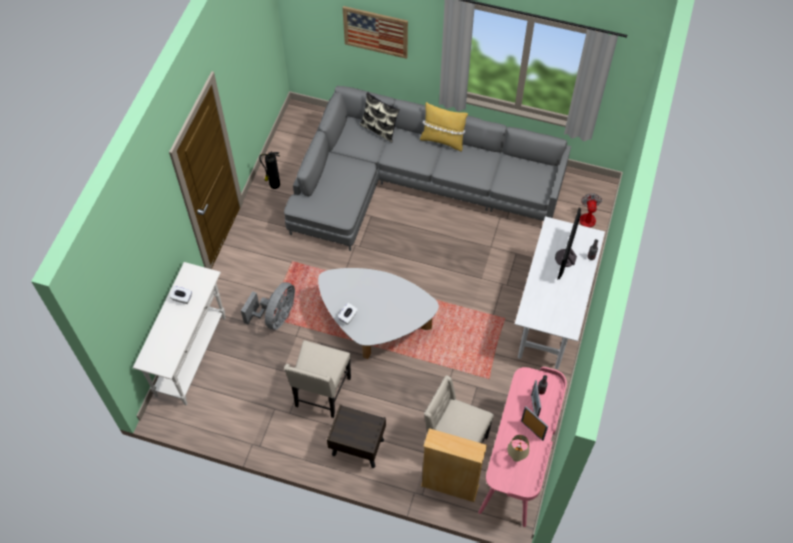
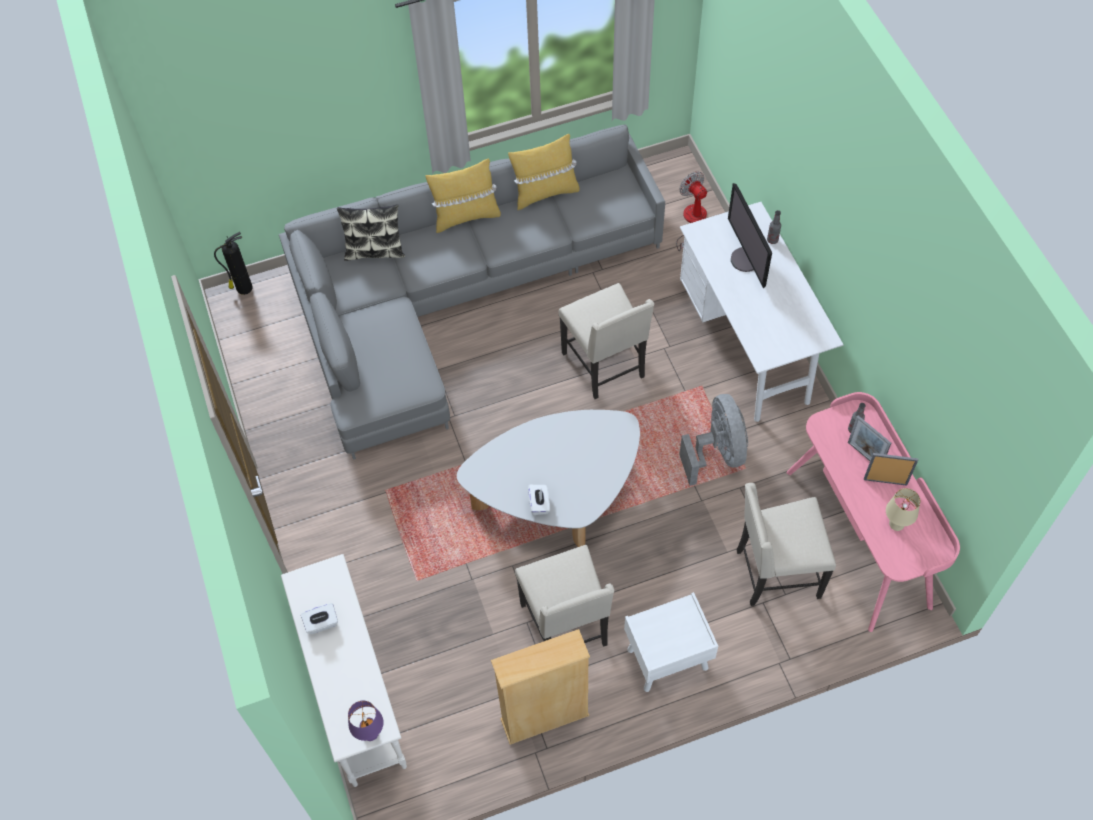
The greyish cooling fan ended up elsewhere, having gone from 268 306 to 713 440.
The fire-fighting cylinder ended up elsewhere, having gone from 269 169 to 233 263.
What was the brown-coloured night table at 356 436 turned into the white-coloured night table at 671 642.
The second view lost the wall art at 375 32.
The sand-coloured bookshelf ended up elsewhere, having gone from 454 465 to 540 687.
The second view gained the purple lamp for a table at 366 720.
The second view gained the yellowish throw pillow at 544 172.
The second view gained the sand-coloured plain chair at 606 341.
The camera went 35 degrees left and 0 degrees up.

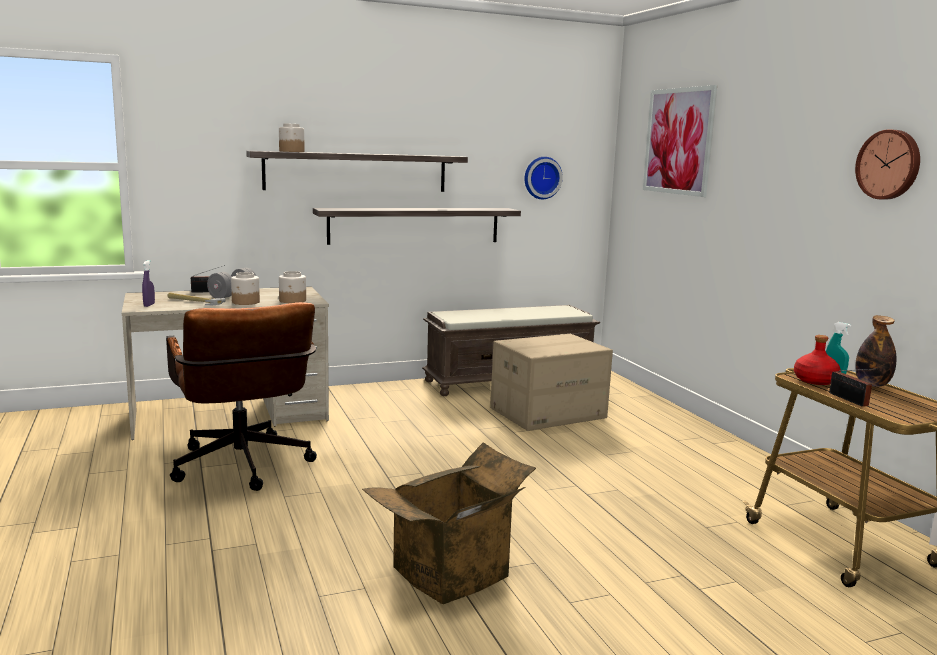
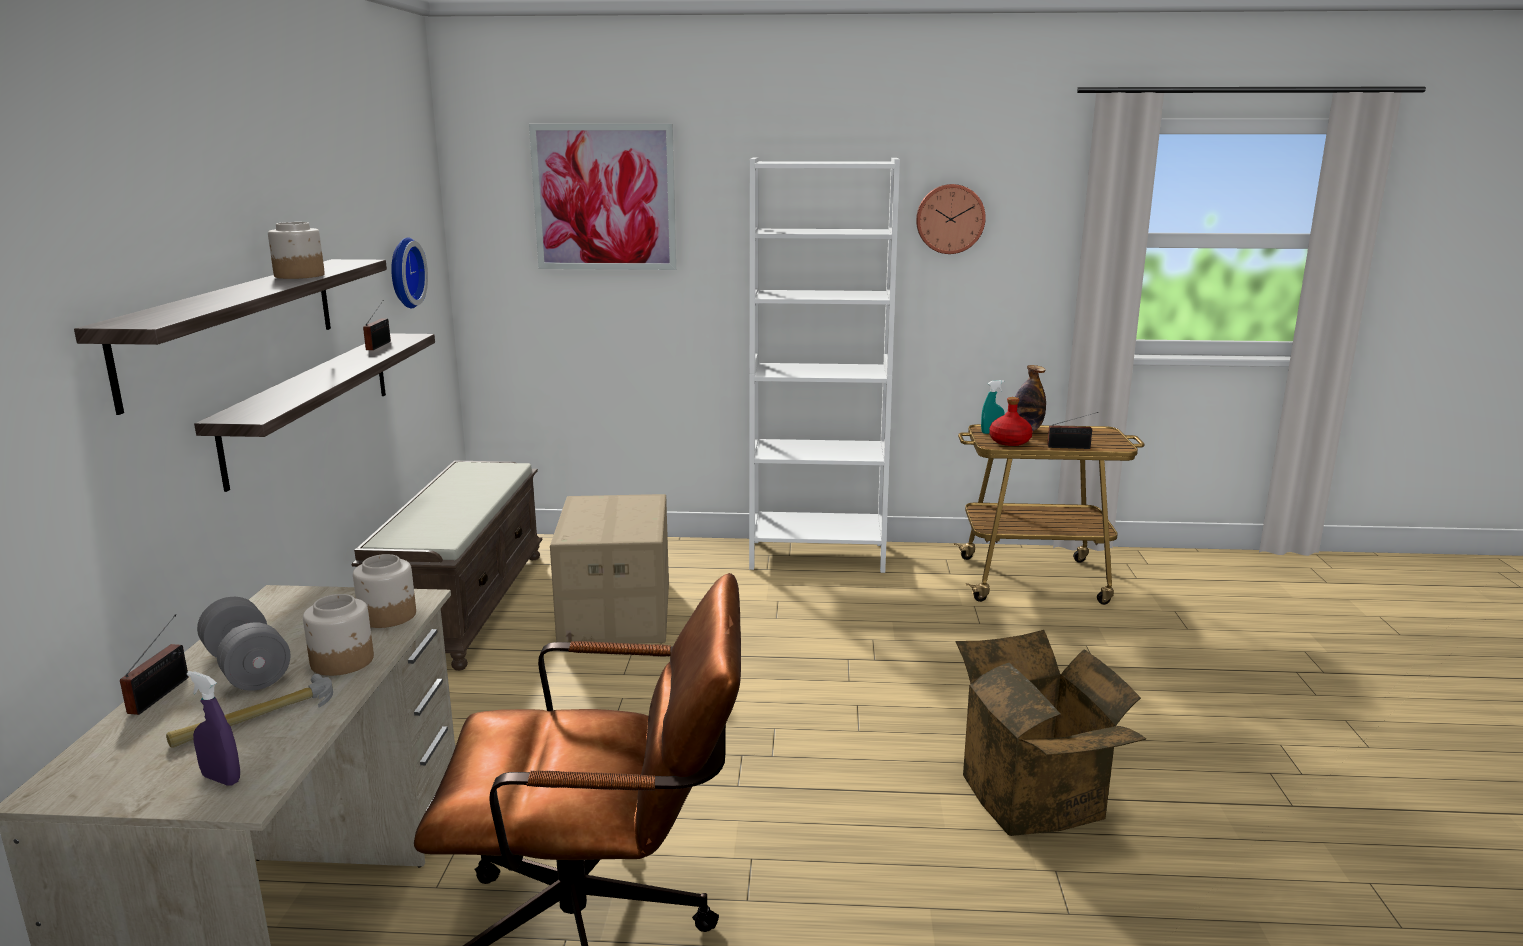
The jar ended up elsewhere, having gone from 292 137 to 296 250.
The second view gained the radio set at 377 325.
The second view gained the white-coloured bookshelf at 824 365.
The camera went 65 degrees left and 5 degrees up.

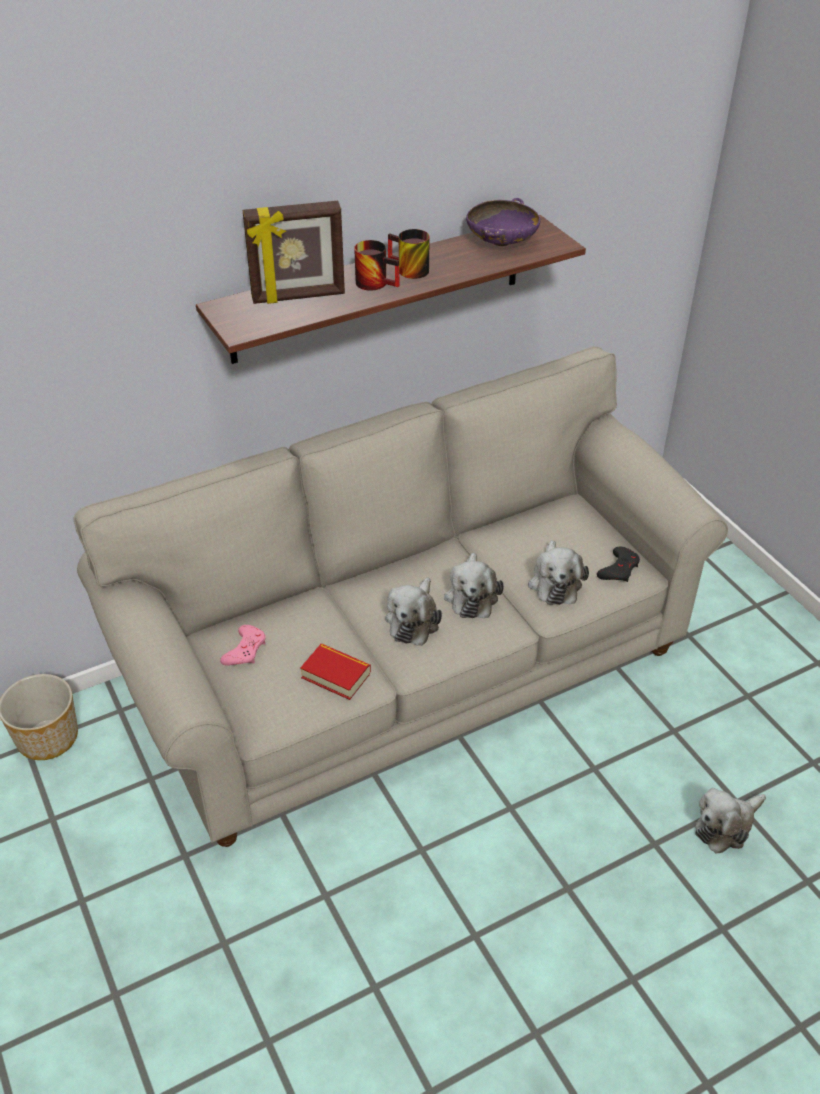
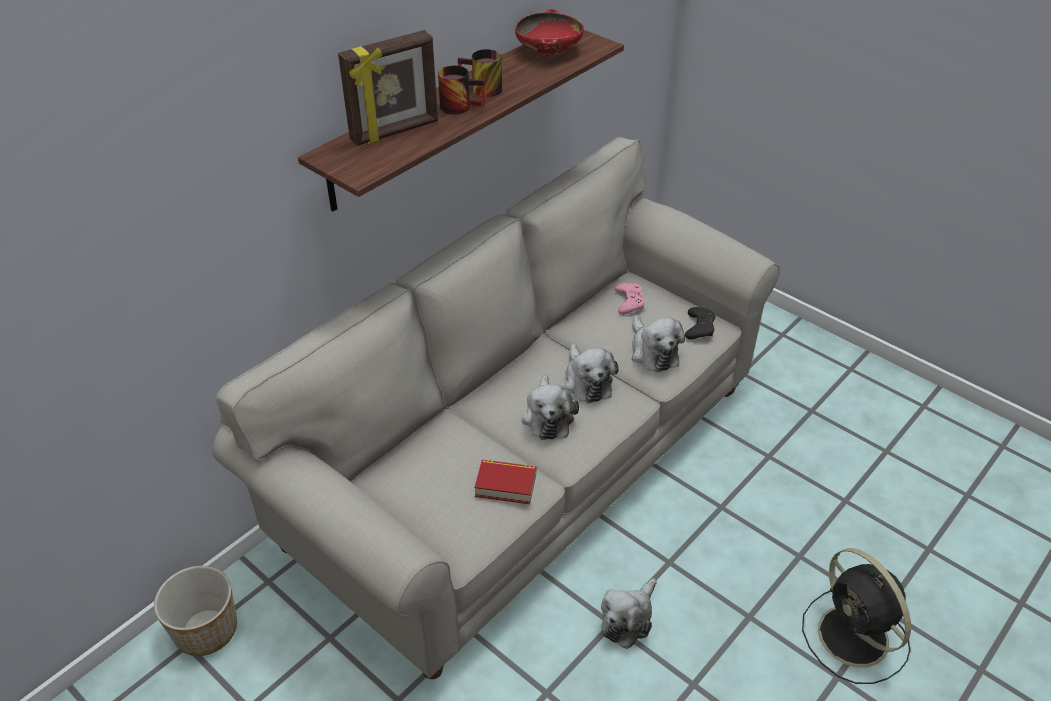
The pink gamepad ended up elsewhere, having gone from 243 645 to 630 299.
What was the purple bowl at 503 222 turned into the red-coloured bowl at 549 32.
The plush toy ended up elsewhere, having gone from 730 821 to 629 614.
The second view gained the black cooling fan at 856 616.
The camera went 20 degrees left and 0 degrees up.

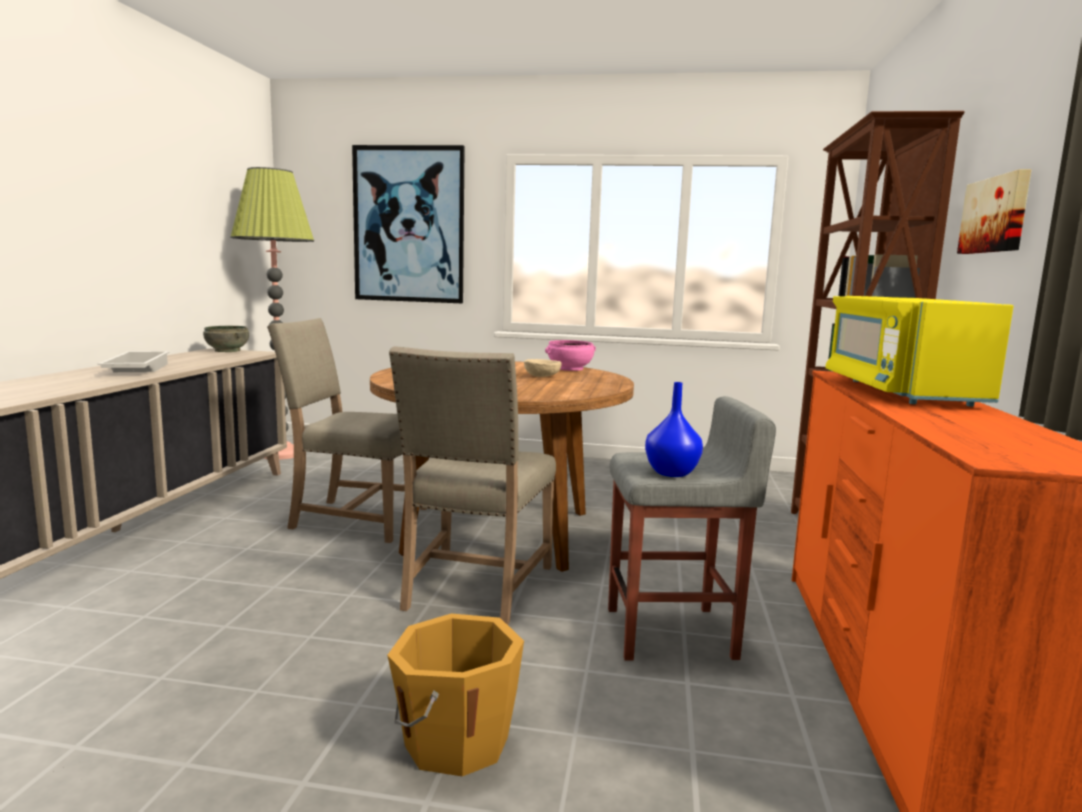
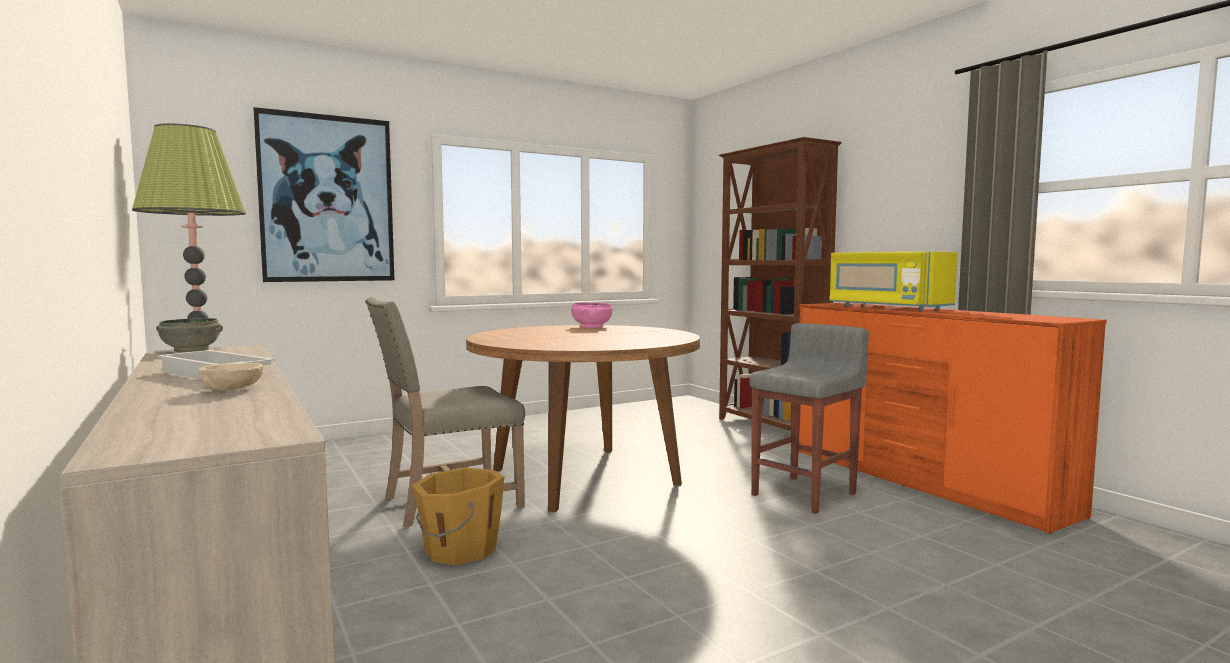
The orange-coloured pail ended up elsewhere, having gone from 455 694 to 458 516.
The second view lost the sand-coloured plain chair at 472 485.
The sand-coloured bowl ended up elsewhere, having gone from 543 368 to 230 377.
The second view lost the bluish vase at 674 429.
The second view lost the wall art at 994 211.
The camera went 40 degrees left and 5 degrees down.

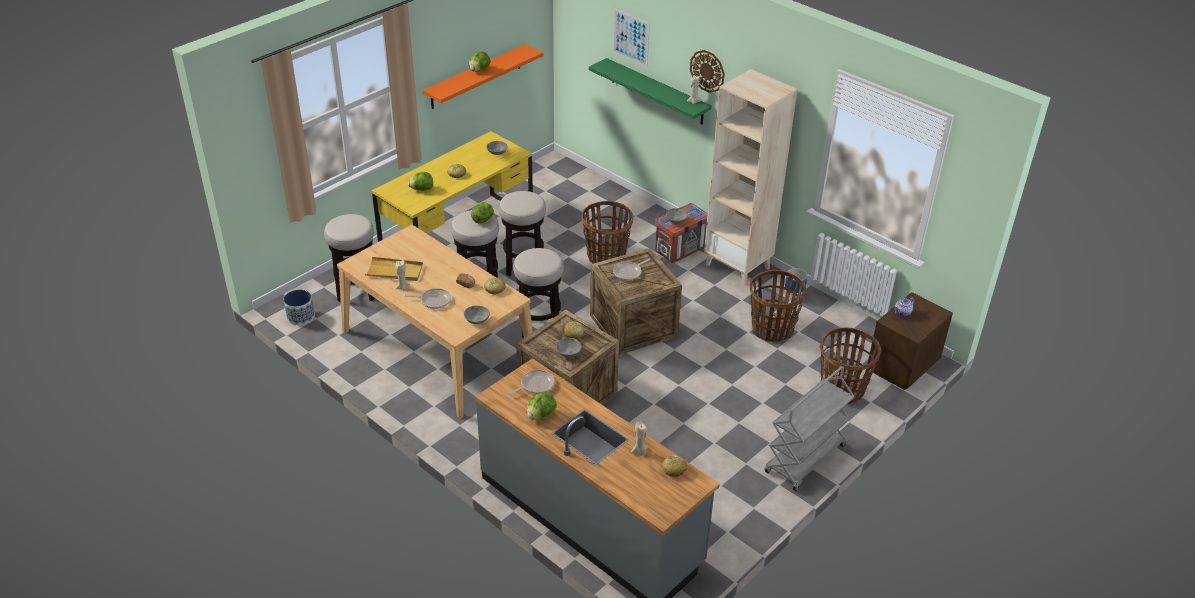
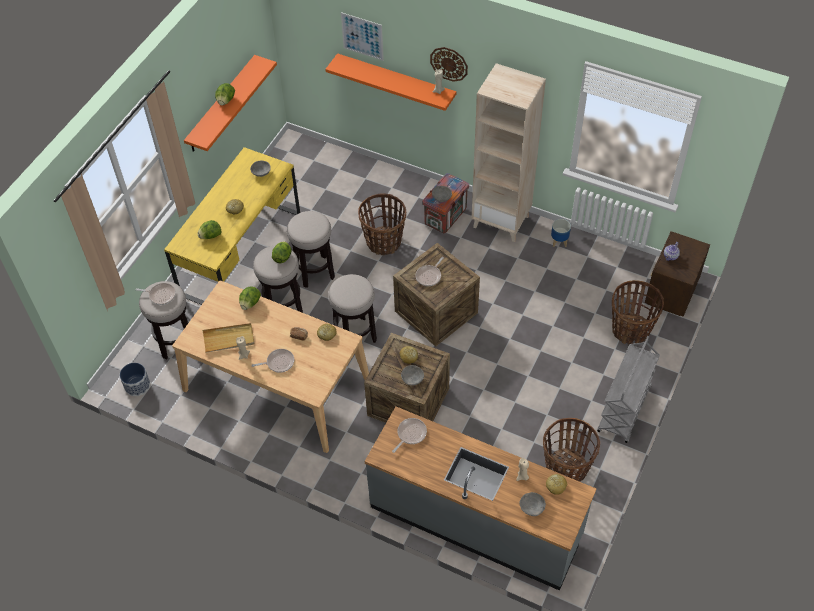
The greyish bowl ended up elsewhere, having gone from 477 314 to 533 504.
The lettuce head ended up elsewhere, having gone from 542 406 to 250 298.
What was the green-coloured shelf at 650 91 turned into the orange-coloured shelf at 390 82.
The basket ended up elsewhere, having gone from 778 306 to 571 450.
The second view gained the pan at 155 294.
The camera went 15 degrees left and 15 degrees up.

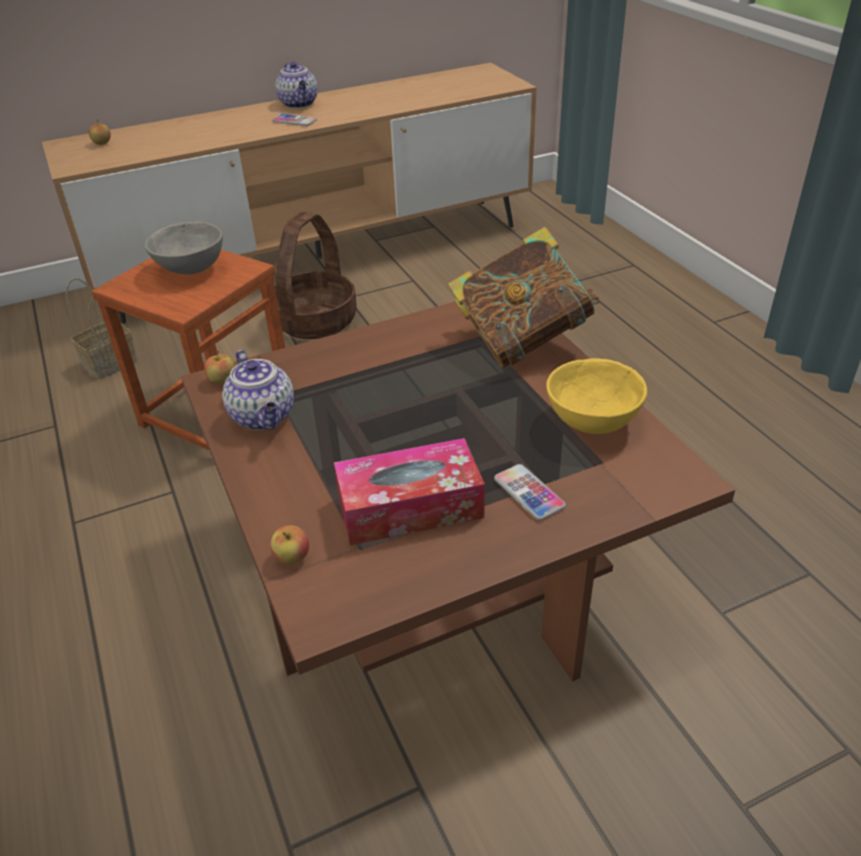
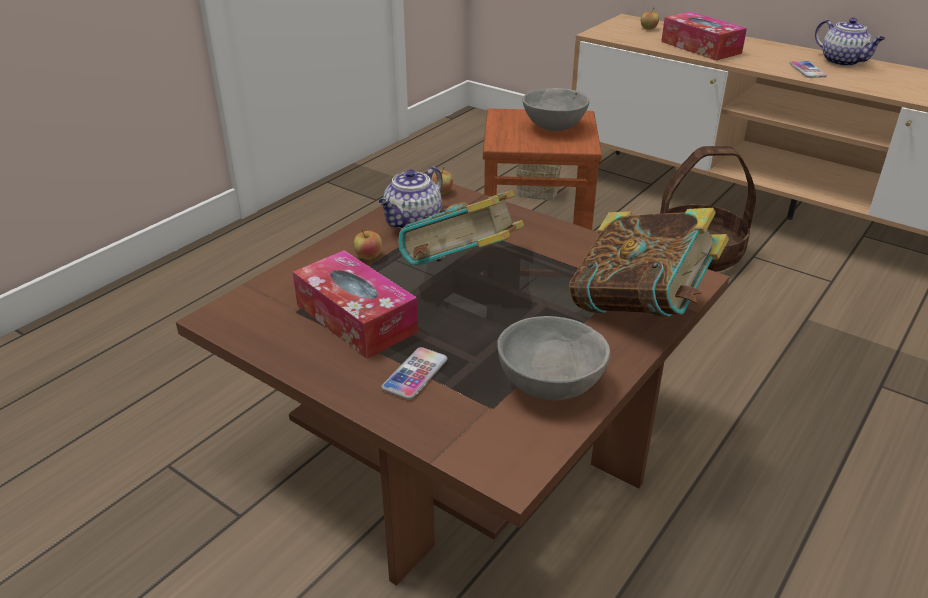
The apple ended up elsewhere, having gone from 289 545 to 368 244.
The teapot at 296 85 ended up facing another way, 75 degrees counterclockwise from before.
What was the yellowish bowl at 596 396 turned into the greyish bowl at 554 358.
The second view gained the bound book at 461 227.
The second view gained the box of tissues at 704 36.
The camera went 60 degrees right and 5 degrees down.

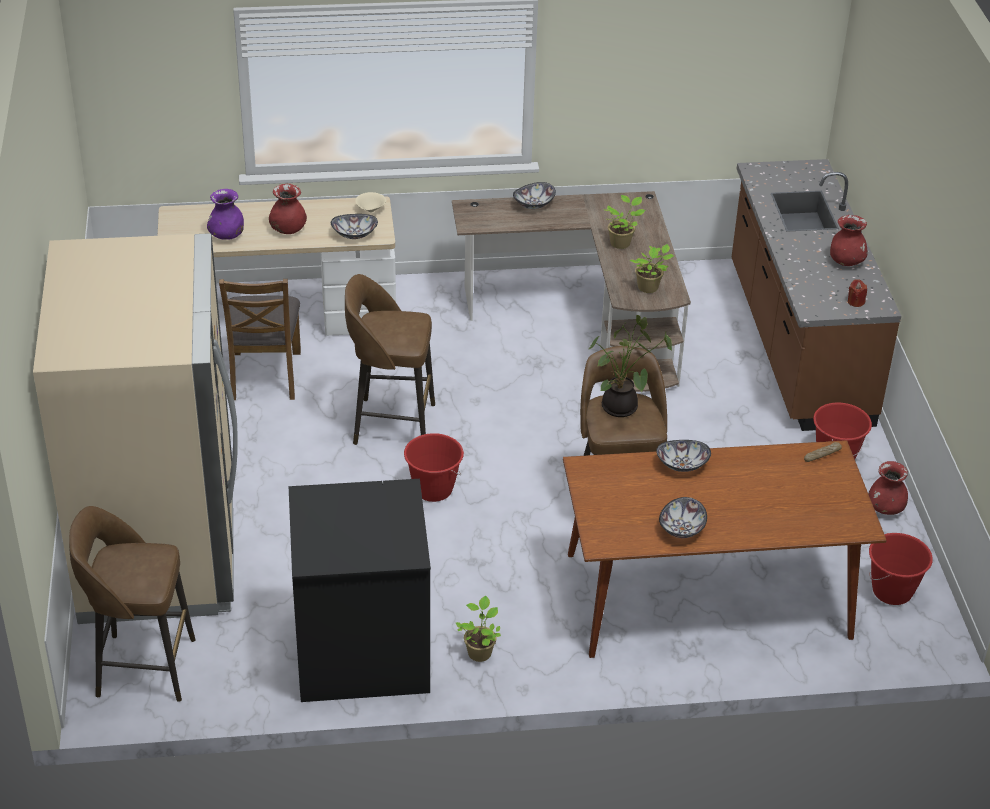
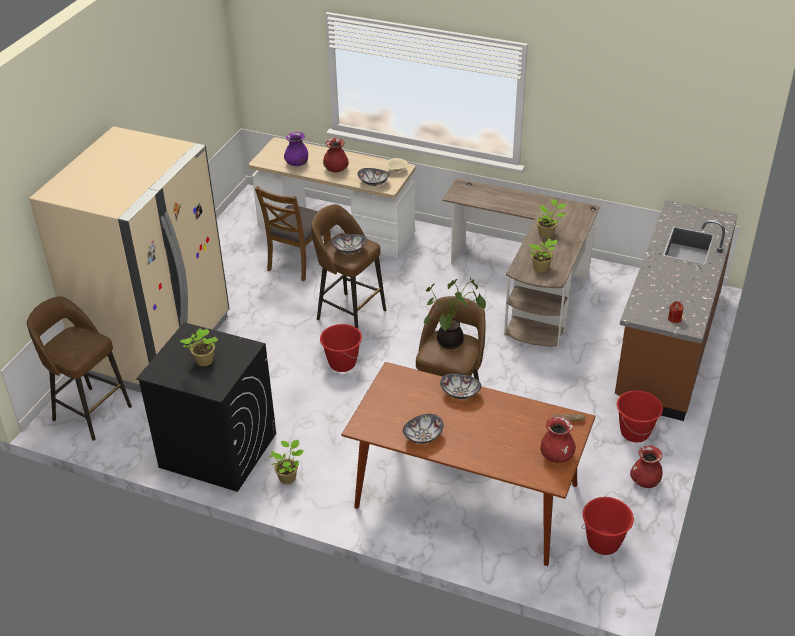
The bowl ended up elsewhere, having gone from 534 195 to 349 244.
The red-coloured vase ended up elsewhere, having gone from 849 240 to 558 439.
The second view gained the houseplant at 199 347.
The camera went 30 degrees right and 0 degrees up.

